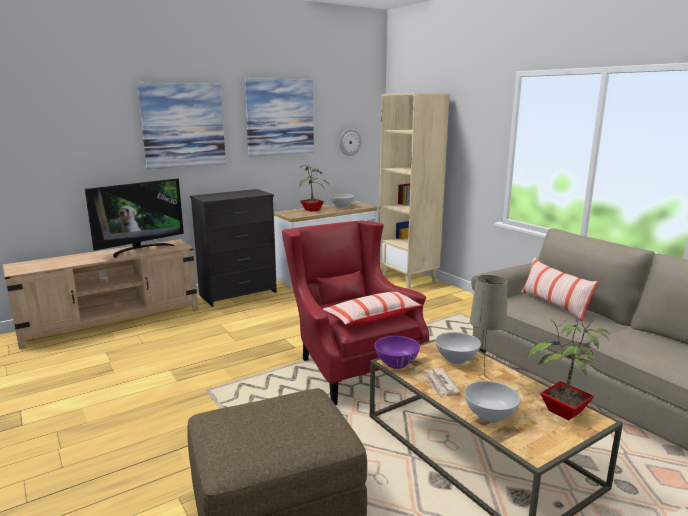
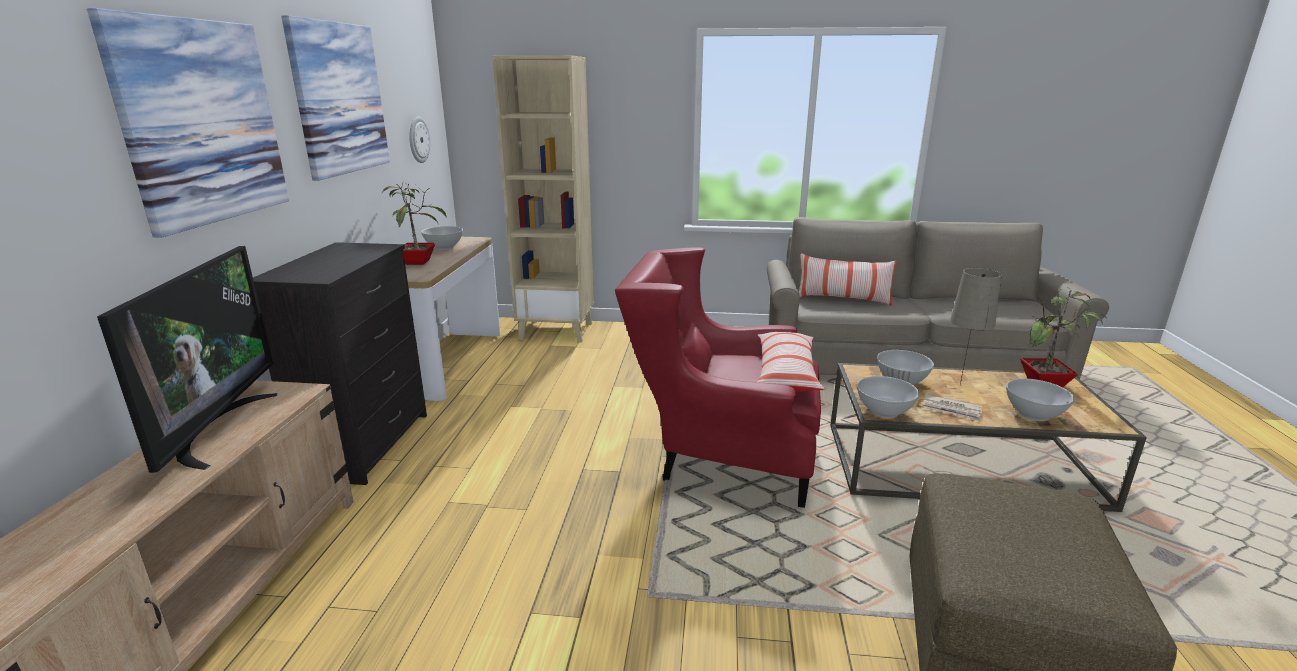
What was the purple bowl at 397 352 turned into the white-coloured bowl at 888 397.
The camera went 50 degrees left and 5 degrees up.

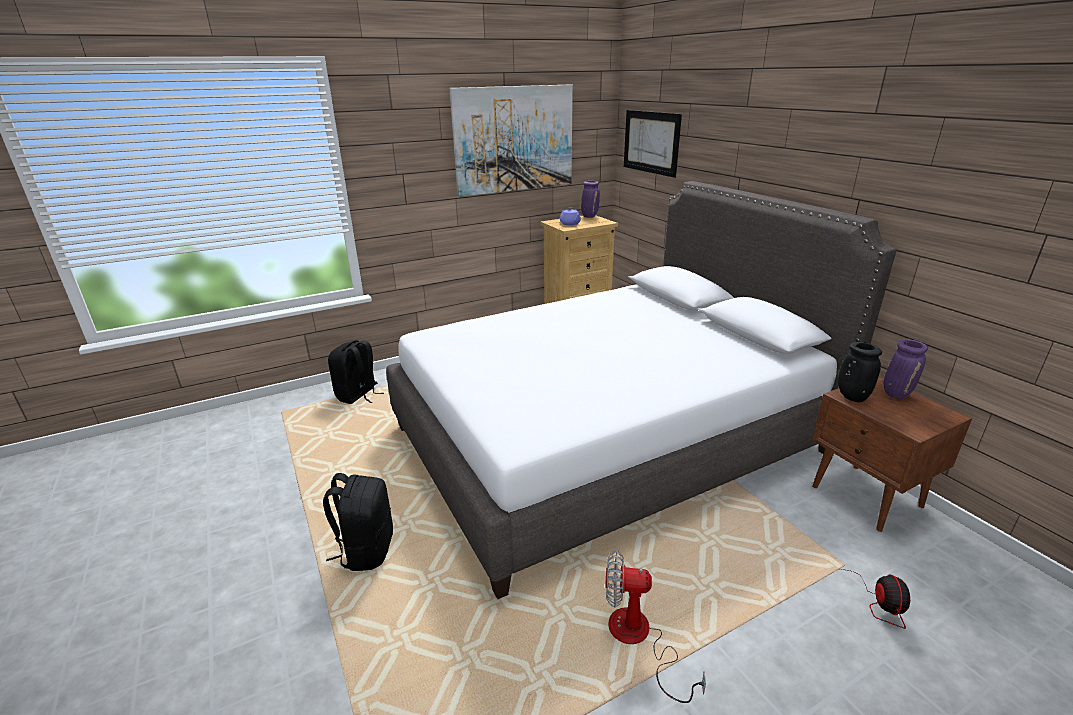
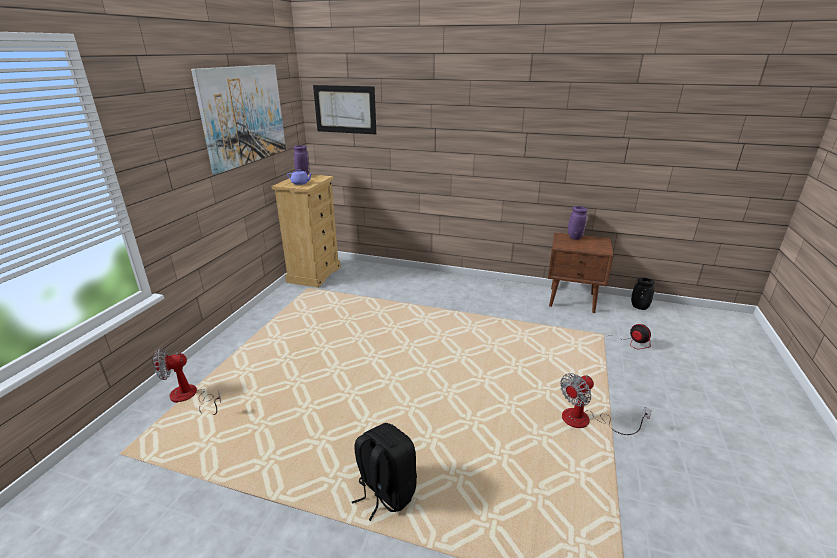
Where the black rucksack stood at 356 372, the cooling fan came to stand at 187 381.
The second view lost the white-coloured bedroom bed at 641 390.
The black vase ended up elsewhere, having gone from 860 372 to 643 293.
The camera went 45 degrees left and 0 degrees up.

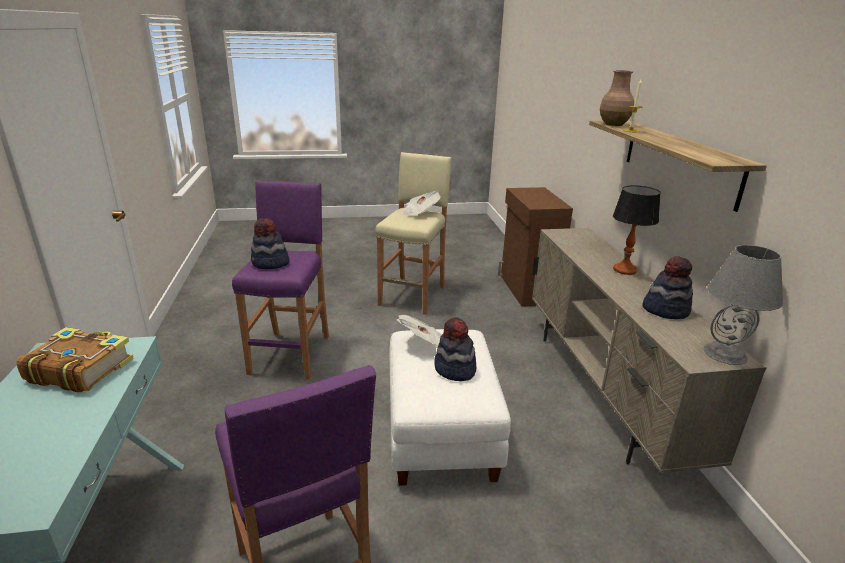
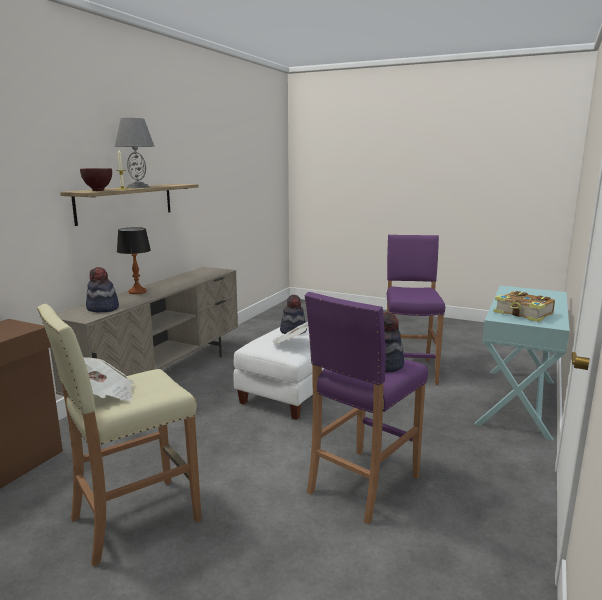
Where the brown-coloured vase stood at 617 98, the brown-coloured bowl came to stand at 96 179.
The hat ended up elsewhere, having gone from 667 287 to 102 289.
The greyish lamp for a table ended up elsewhere, having gone from 743 305 to 135 153.
The camera went 145 degrees left and 10 degrees down.

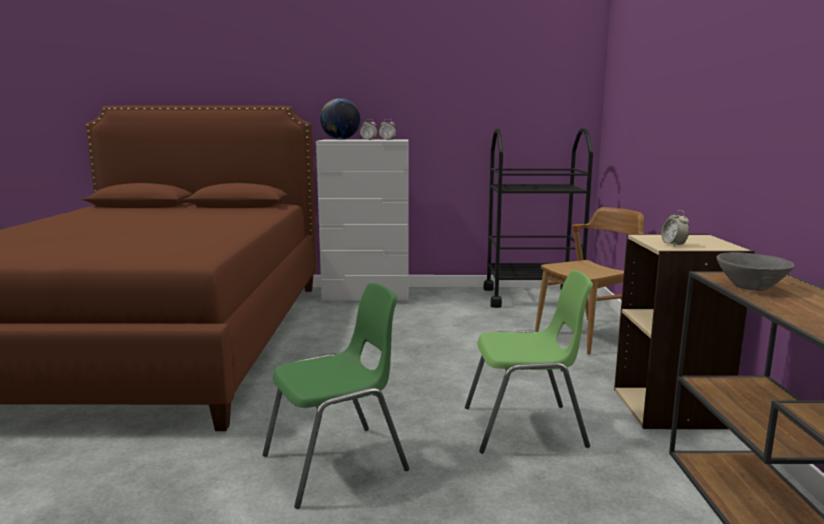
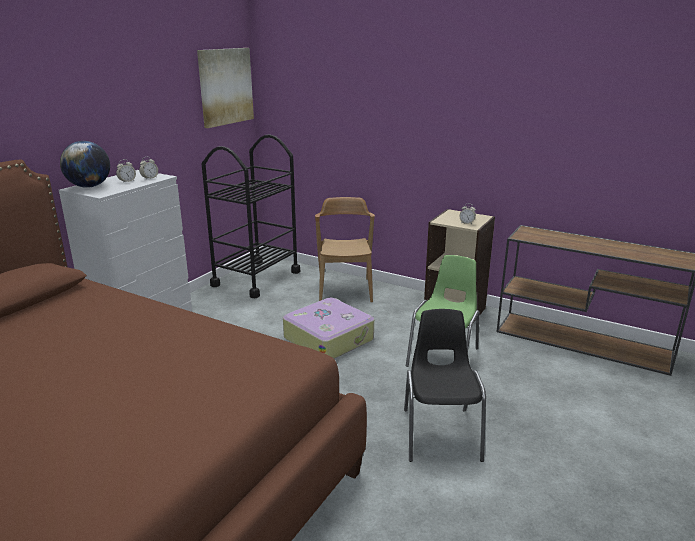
What was the green-coloured plain chair at 336 395 turned into the black plain chair at 445 385.
The second view lost the greyish bowl at 755 271.
The second view gained the wall art at 225 88.
The second view gained the piece of luggage at 328 328.
The camera went 60 degrees left and 10 degrees up.

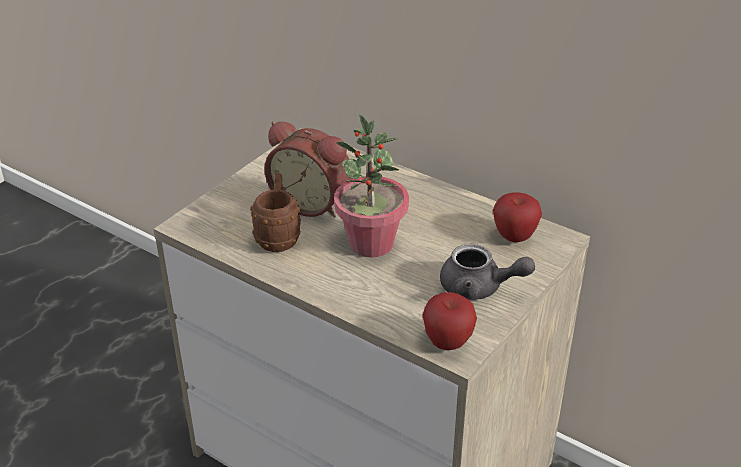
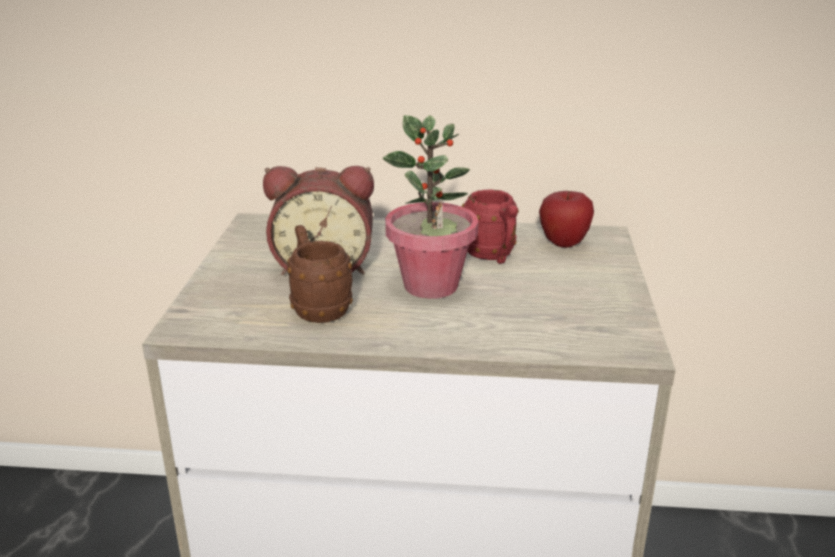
The second view lost the apple at 449 321.
The second view lost the greyish teapot at 487 272.
The second view gained the red-coloured tea mug at 490 226.
The camera went 30 degrees left and 10 degrees down.

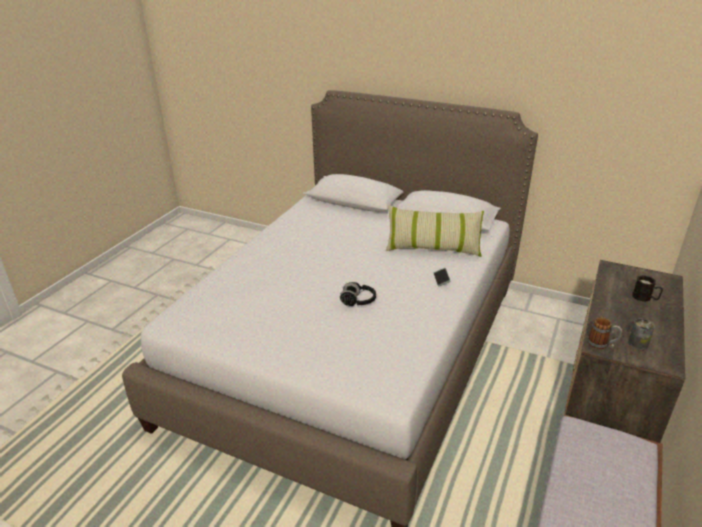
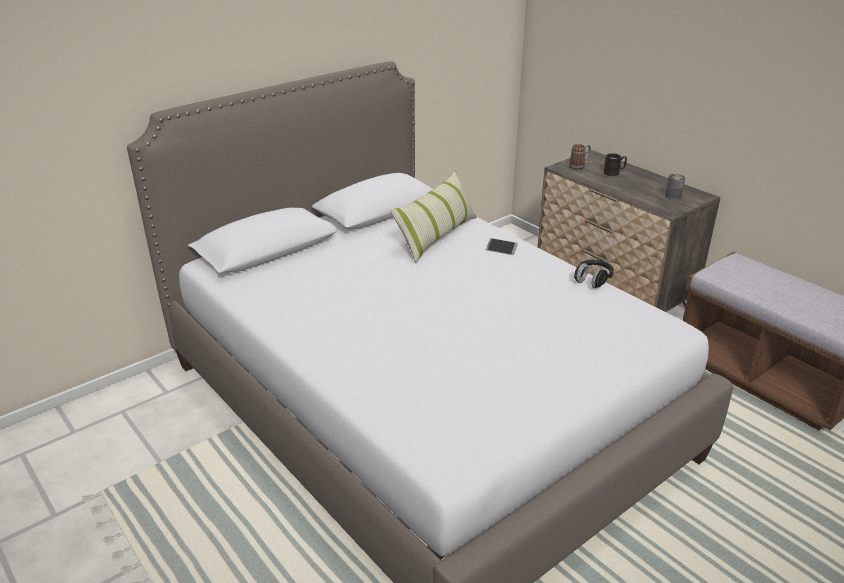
The black pair of headphones ended up elsewhere, having gone from 358 294 to 594 274.
The tea mug ended up elsewhere, having gone from 605 333 to 580 157.
The camera went 65 degrees left and 0 degrees up.

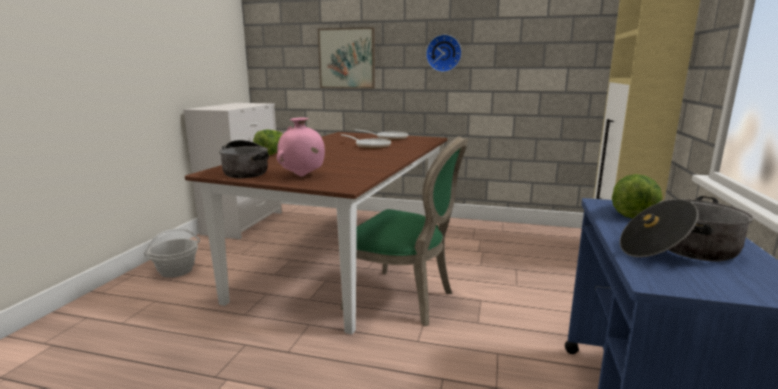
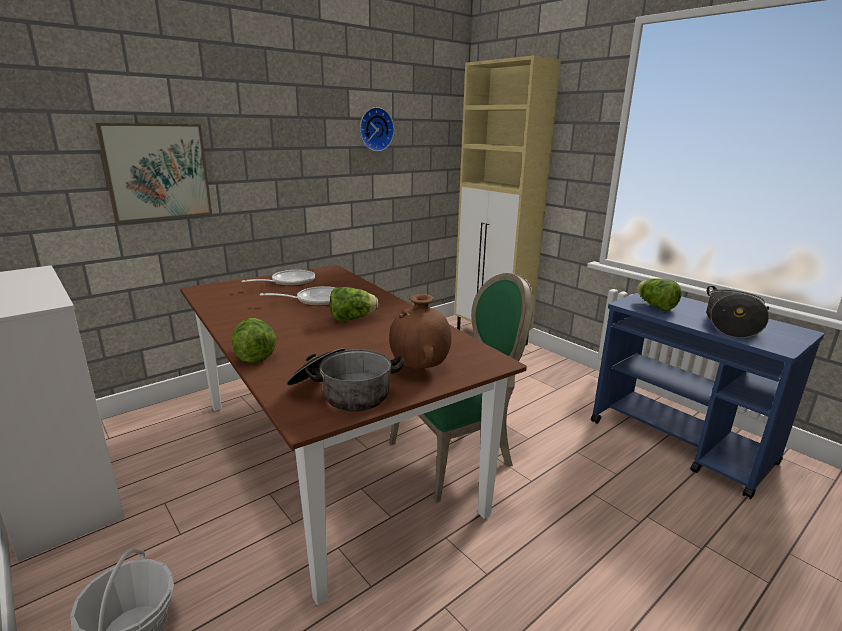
What was the pink vase at 301 147 turned into the brown-coloured vase at 420 332.
The clock on the wall ended up elsewhere, having gone from 444 53 to 377 129.
The second view gained the lettuce head at 354 304.
The camera went 55 degrees left and 5 degrees up.

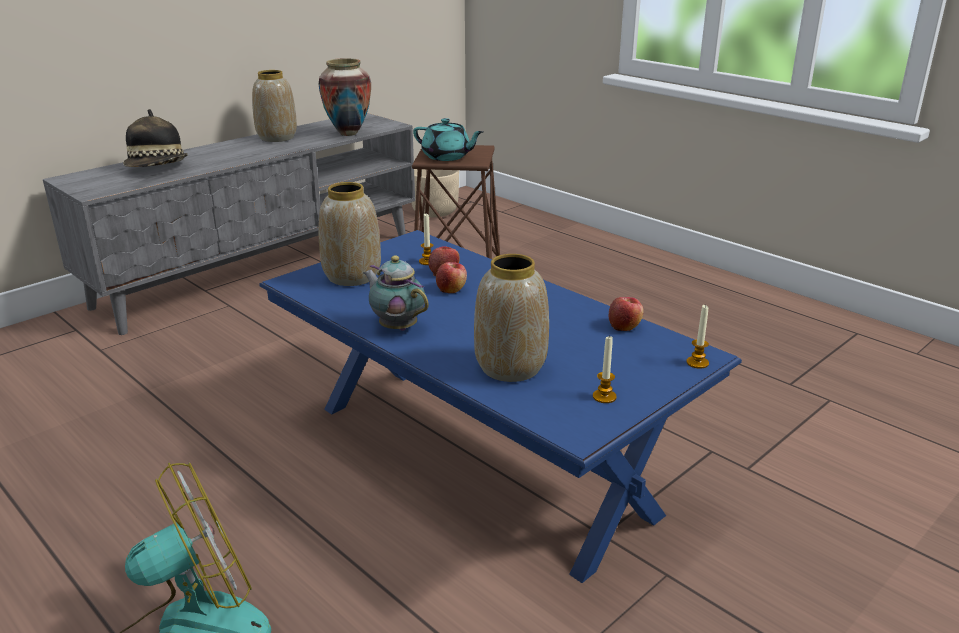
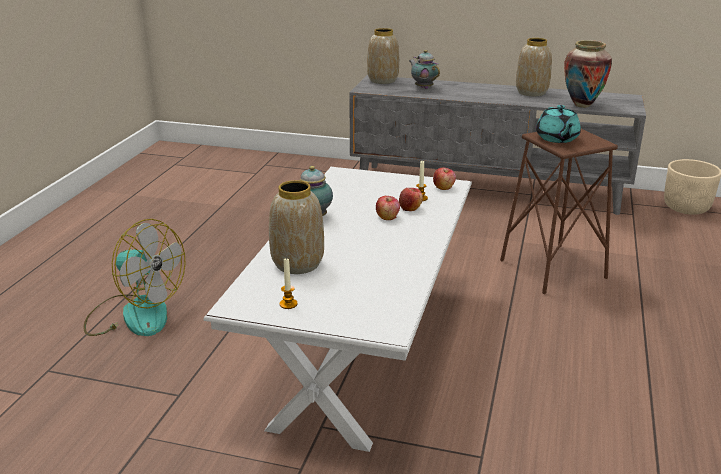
Where the hat stood at 155 138, the teapot came to stand at 424 69.
What was the bluish low table at 500 406 turned into the white-coloured low table at 338 309.
The vase ended up elsewhere, having gone from 349 234 to 383 56.
The apple ended up elsewhere, having gone from 626 314 to 444 179.
The second view lost the candle at 697 336.
The camera went 60 degrees right and 0 degrees up.

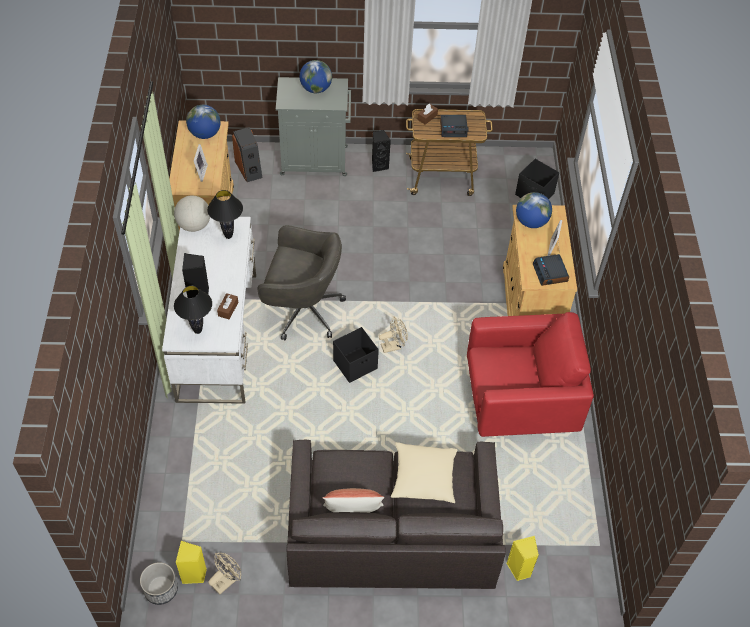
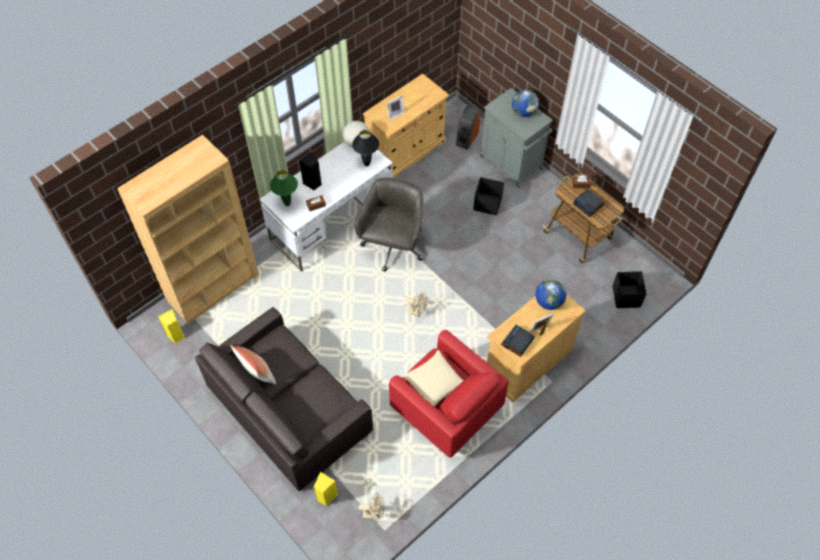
The second view lost the plant pot at 159 583.
What was the black lamp for a table at 193 310 turned into the green-coloured lamp for a table at 284 188.
The second view lost the desk globe at 203 122.
The sand-coloured cooling fan ended up elsewhere, having gone from 224 574 to 371 507.
The greyish office chair at 301 283 ended up facing another way, 135 degrees counterclockwise from before.
The black storage bin ended up elsewhere, having gone from 356 355 to 488 196.
The second view lost the black audio speaker at 381 151.
The sand-coloured throw pillow ended up elsewhere, having gone from 424 472 to 433 378.
The second view gained the brown-coloured bookshelf at 188 229.
The camera went 50 degrees right and 5 degrees up.

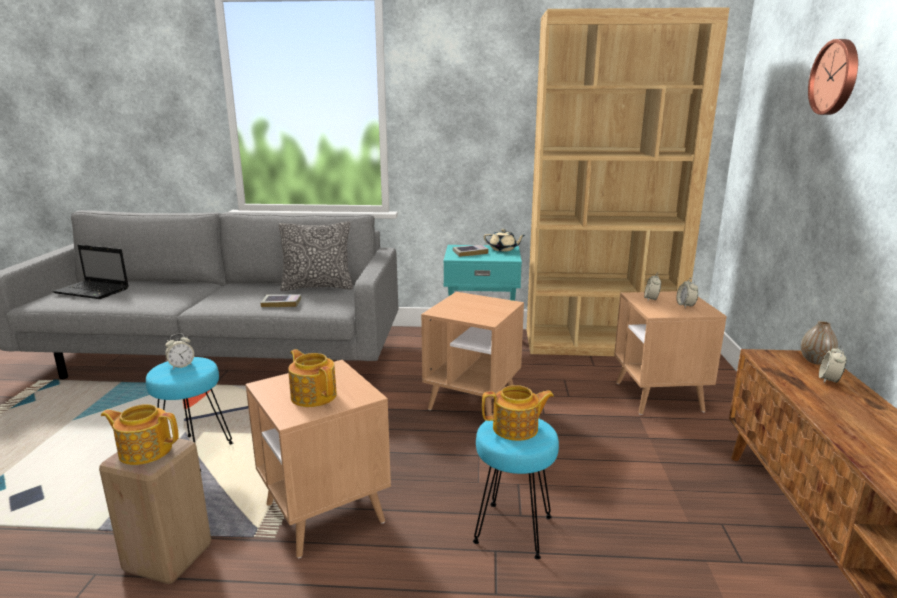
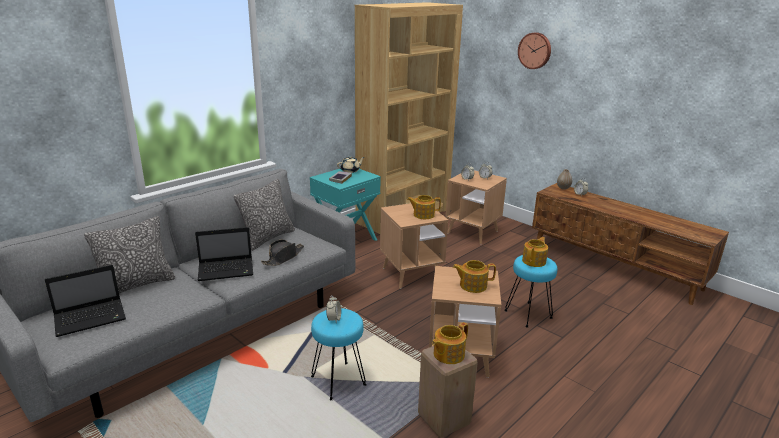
Where the bound book stood at 281 301, the black hat came to stand at 282 252.
The second view gained the throw pillow at 129 255.
The second view gained the notebook computer at 224 254.
The second view gained the teapot at 424 207.
The camera went 50 degrees left and 5 degrees up.

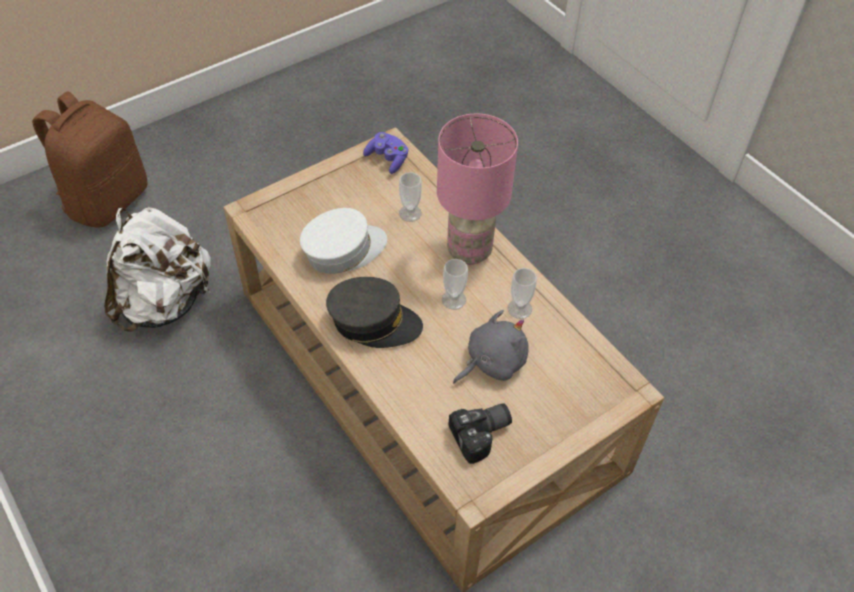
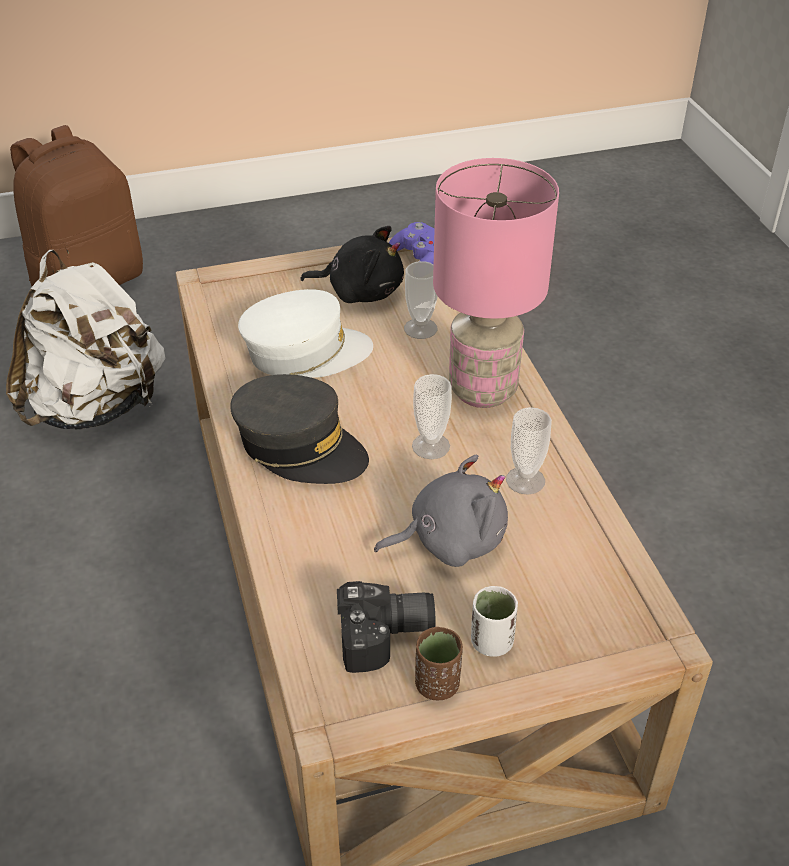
The second view gained the black plush toy at 352 264.
The second view gained the brown-coloured drinking cup at 439 663.
The second view gained the white-coloured drinking cup at 494 621.
The camera went 20 degrees right and 10 degrees down.

